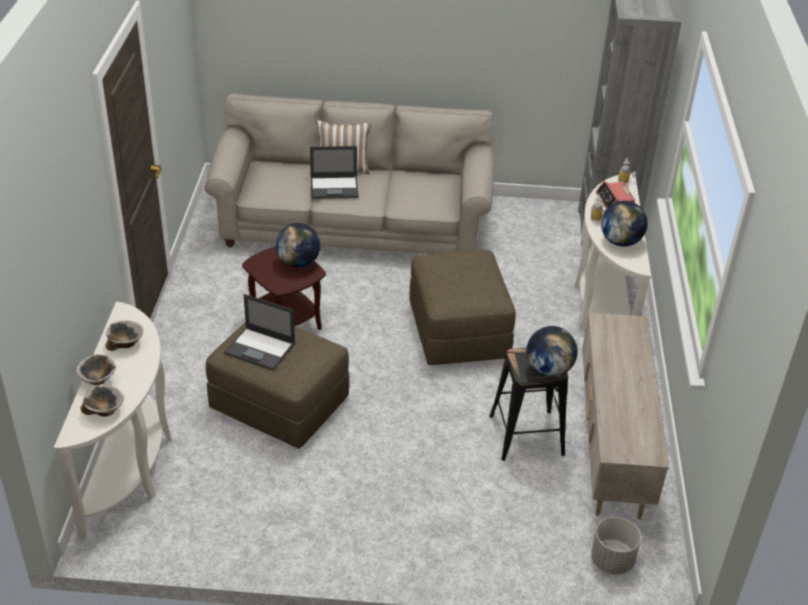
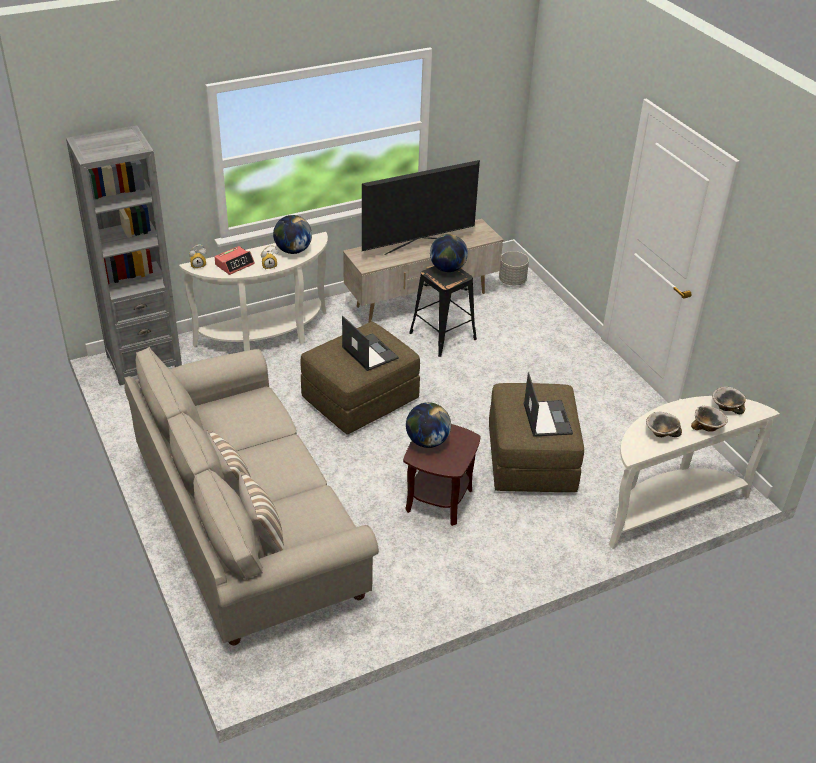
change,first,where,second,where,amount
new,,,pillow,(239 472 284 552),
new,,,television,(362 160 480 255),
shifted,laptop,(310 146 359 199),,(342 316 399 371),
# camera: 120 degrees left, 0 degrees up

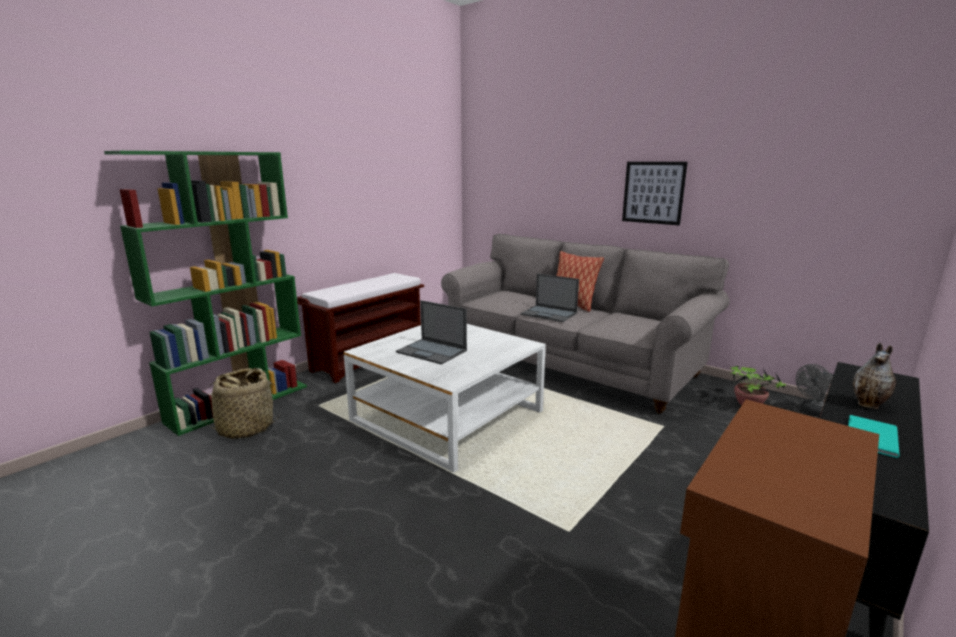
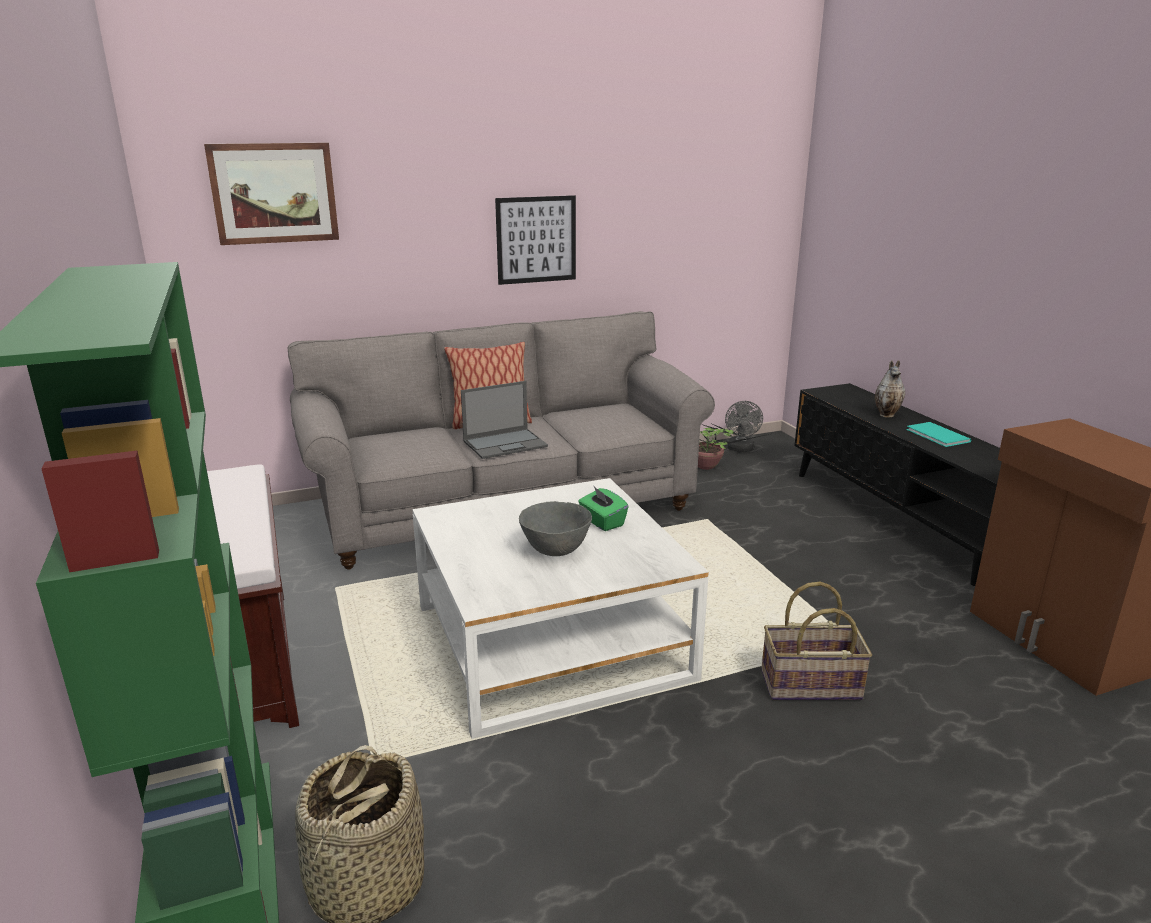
change,first,where,second,where,amount
new,,,picture,(204 143 339 245),
new,,,green tissue box,(578 487 629 531),
new,,,basket,(761 582 872 700),
swapped,laptop,(396 300 467 365),grey bowl,(519 501 592 556),
# camera: 60 degrees left, 5 degrees up

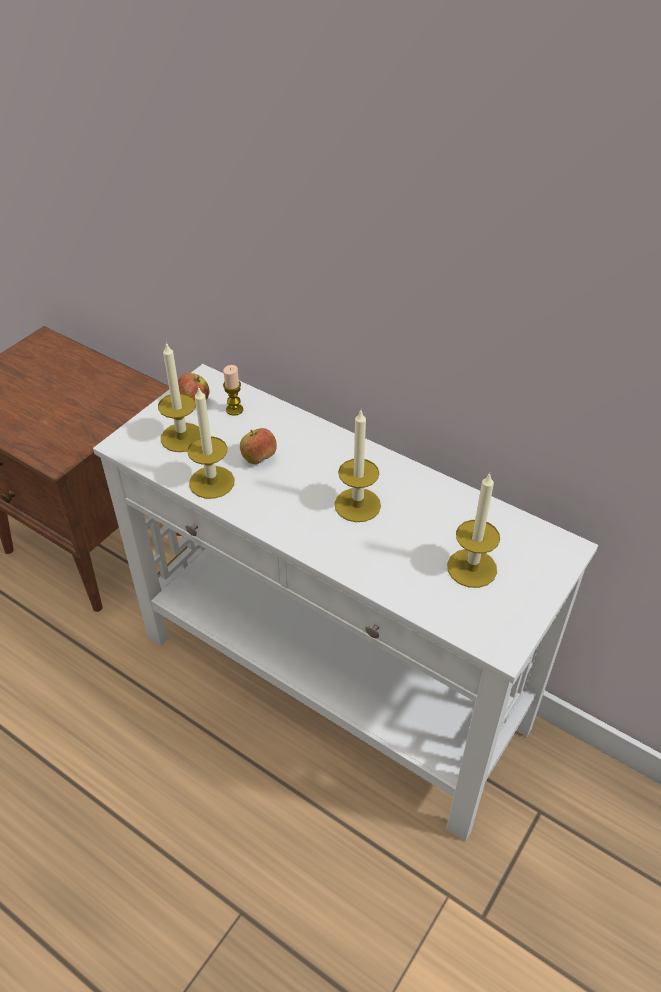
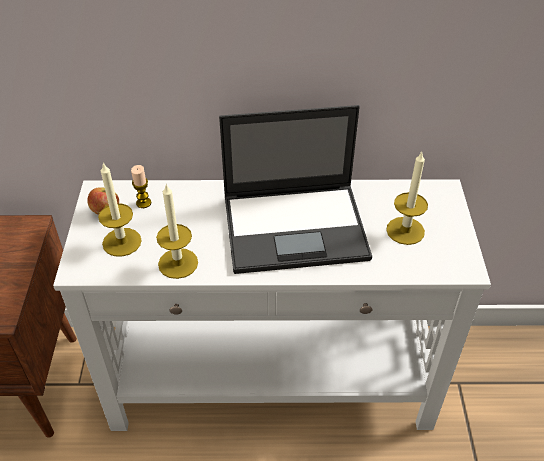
change,first,where,second,where,amount
gone,apple,(240 428 277 464),,,
swapped,candle,(334 410 381 522),laptop,(219 105 372 274),
# camera: 35 degrees left, 0 degrees up

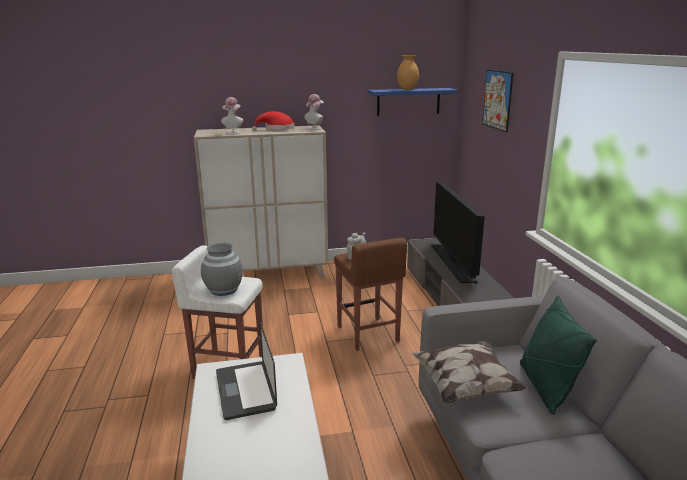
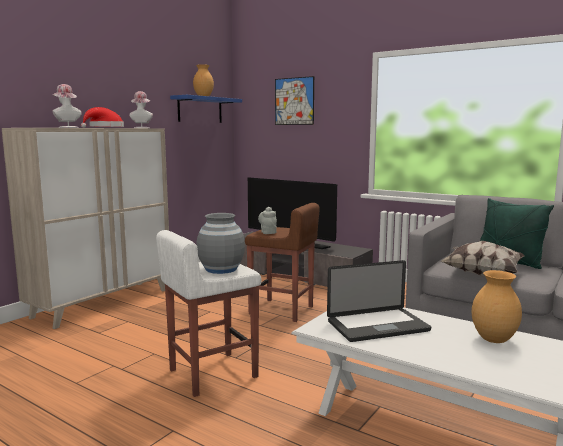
change,first,where,second,where,amount
new,,,brown vase,(472 270 522 343),
rotated,laptop,(216 321 277 420),,(327 260 431 342),45 degrees counterclockwise
# camera: 45 degrees left, 10 degrees down

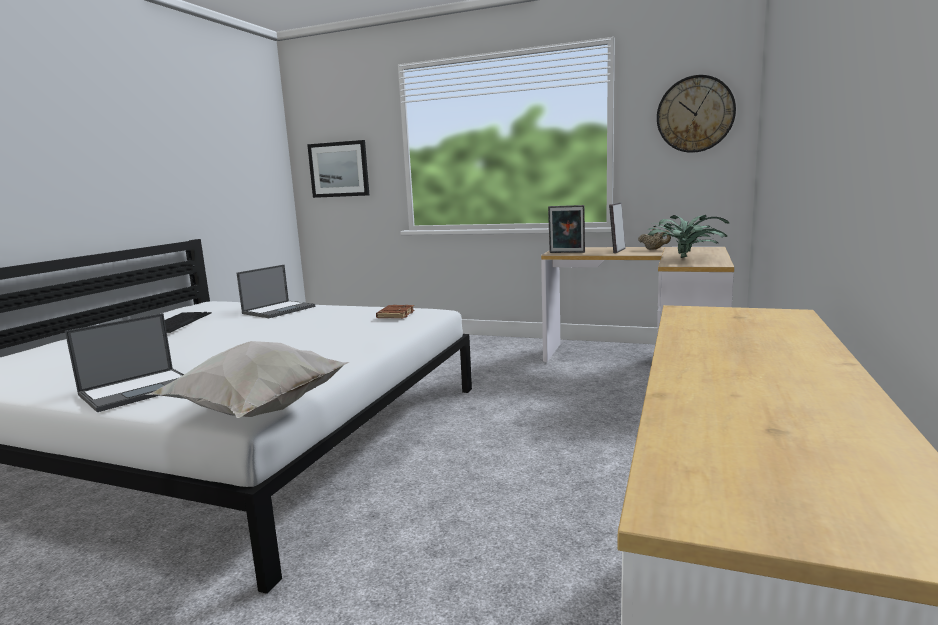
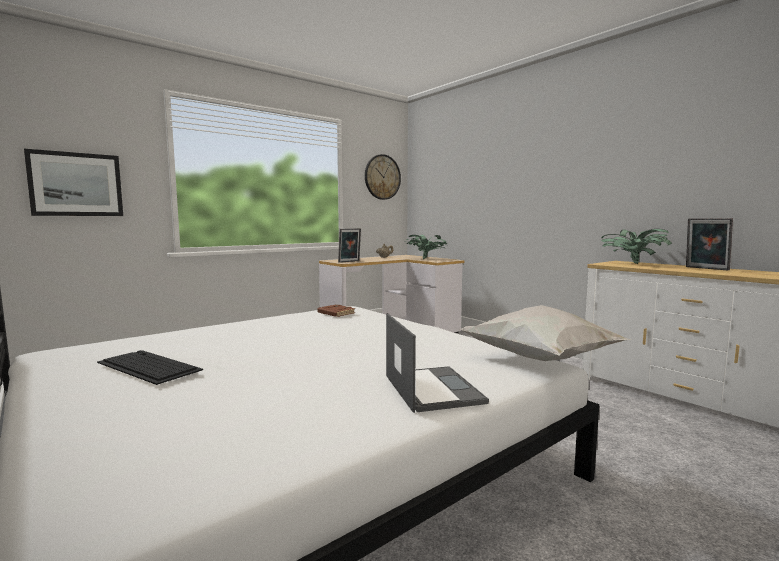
change,first,where,second,where,amount
gone,laptop,(237 265 315 318),,,
new,,,potted plant,(601 229 672 264),
shifted,picture frame,(609 202 625 253),,(686 218 733 270),
# camera: 60 degrees left, 5 degrees down

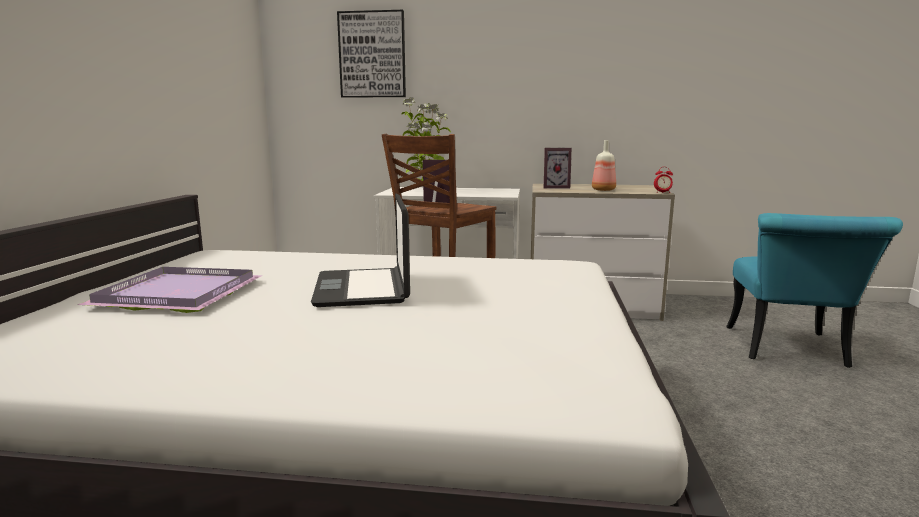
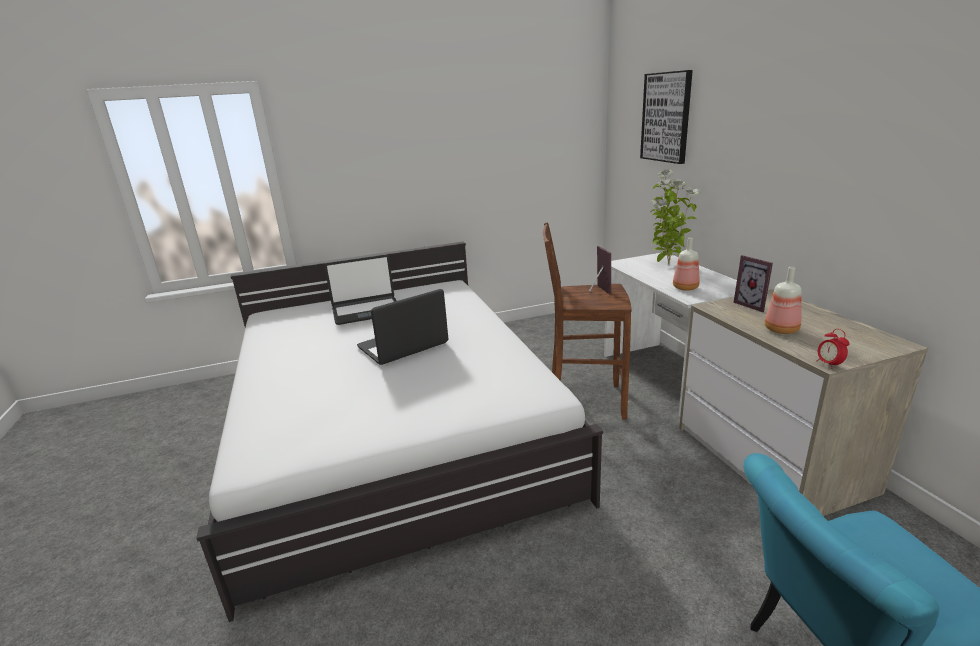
change,first,where,second,where,amount
new,,,bottle,(673 238 700 291),
swapped,purple tray,(78 267 262 313),laptop,(324 255 396 325),
# camera: 65 degrees right, 10 degrees up

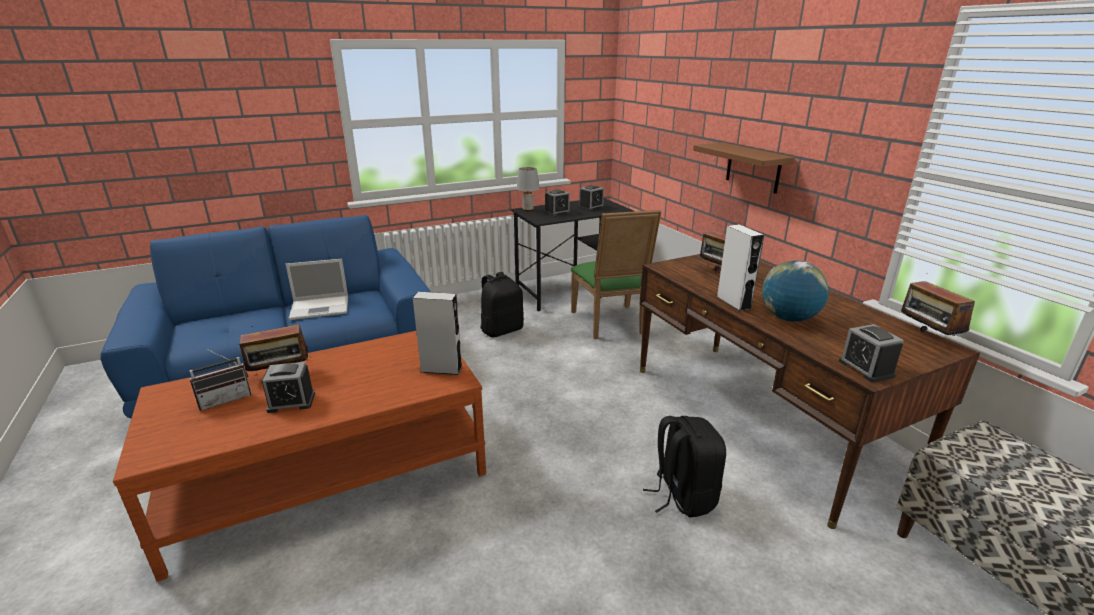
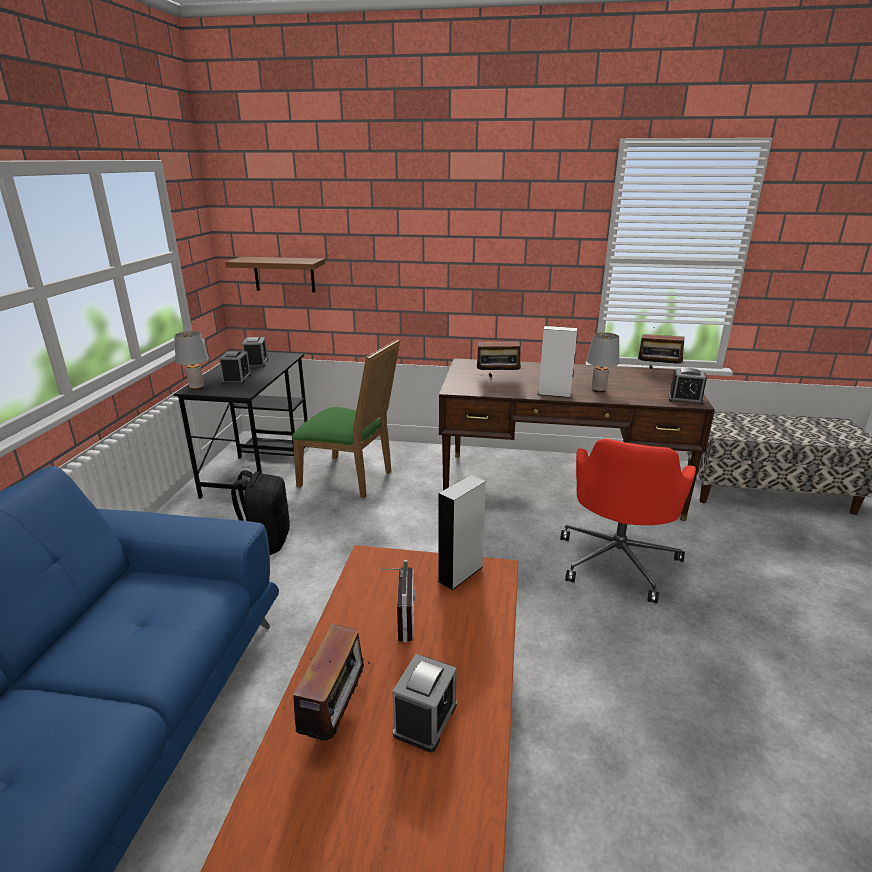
change,first,where,second,where,amount
gone,laptop,(286 259 348 320),,,
shifted,radio,(189 348 251 411),,(379 560 415 642),
shifted,brown shelf,(693 142 795 194),,(225 257 325 292),
swapped,black backpack,(643 416 726 518),red office chair,(560 439 696 604),
swapped,globe,(762 260 829 322),grey table lamp,(587 332 619 392),
# camera: 55 degrees left, 0 degrees up

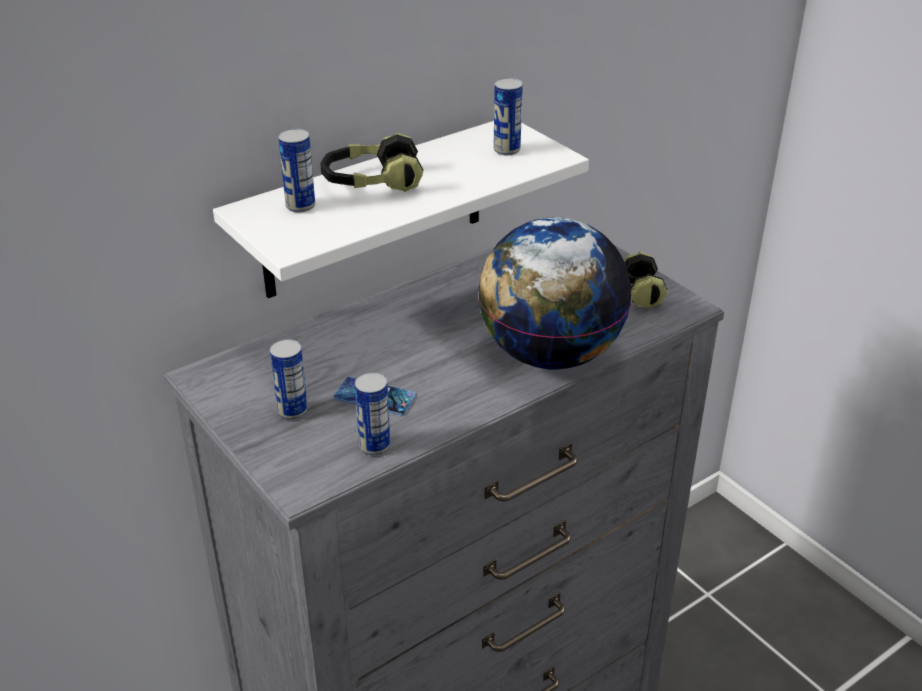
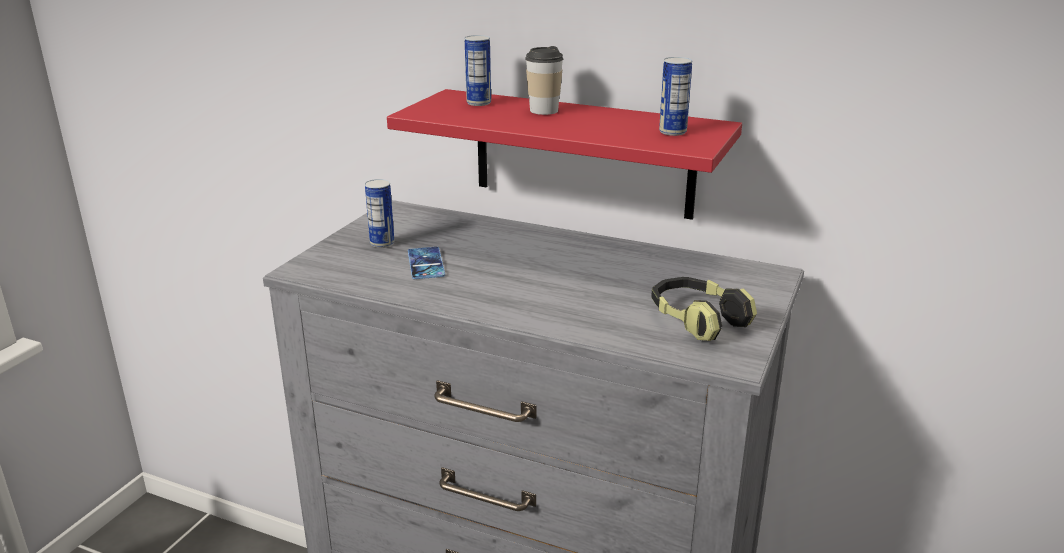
change,first,where,second,where,amount
gone,can,(355 372 390 456),,,
gone,globe,(478 217 632 370),,,
swapped,headphones,(321 133 423 192),cup,(525 46 563 115),
repainted,white shelf,(213 121 589 298),red shelf,(387 89 742 220),
# camera: 60 degrees right, 10 degrees down

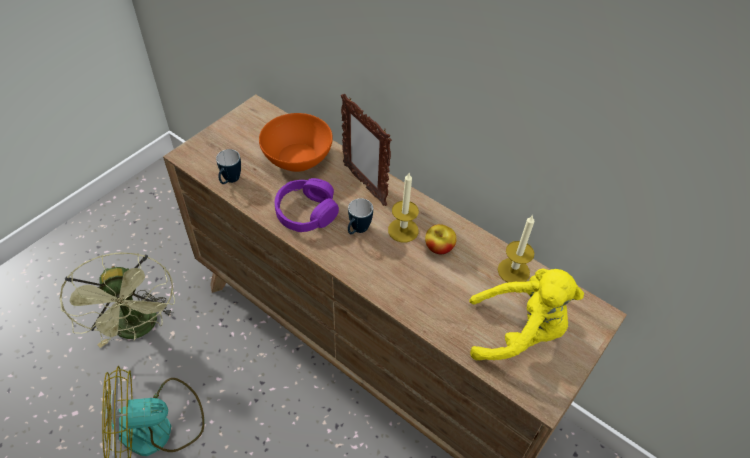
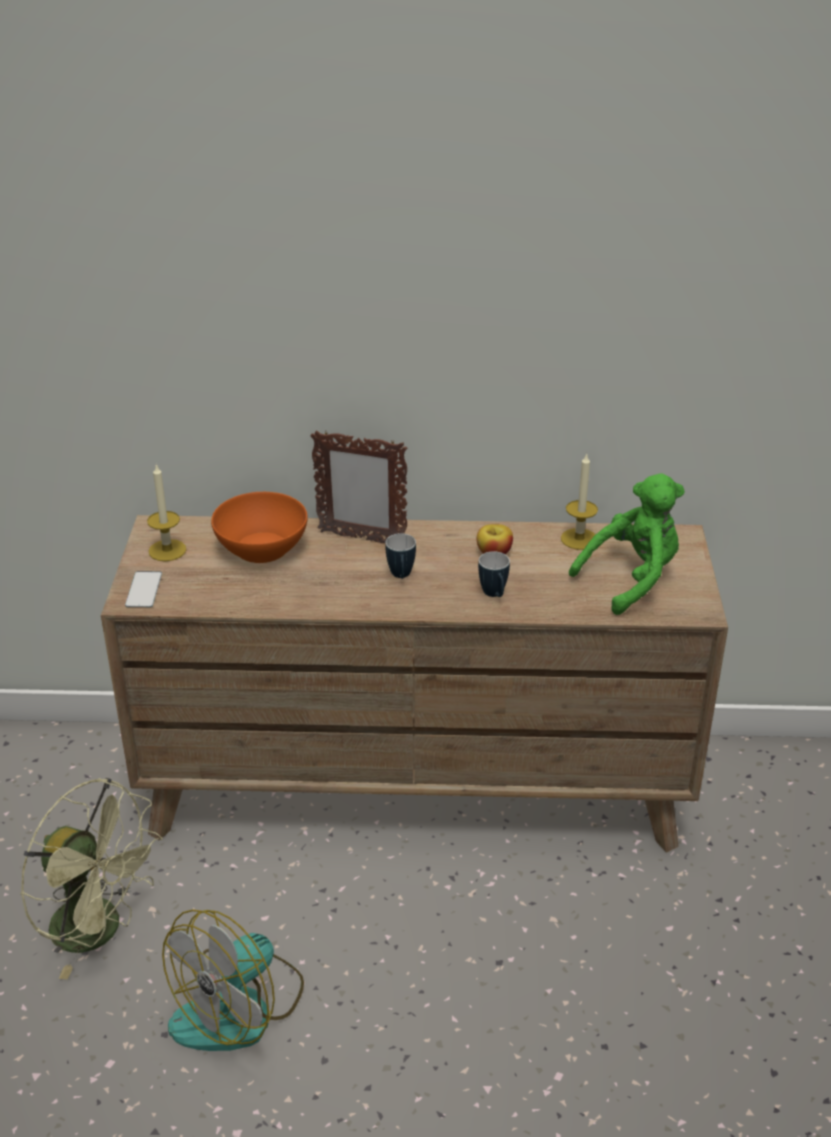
change,first,where,second,where,amount
gone,purple headphones,(275 178 339 232),,,
new,,,phone,(125 571 162 607),
shifted,mug,(216 149 241 184),,(478 551 510 597),
shifted,candle,(388 173 419 243),,(147 464 186 561),
repainted,yellow plush toy,(469 268 584 360),green plush toy,(569 473 685 615),
# camera: 35 degrees left, 15 degrees down

